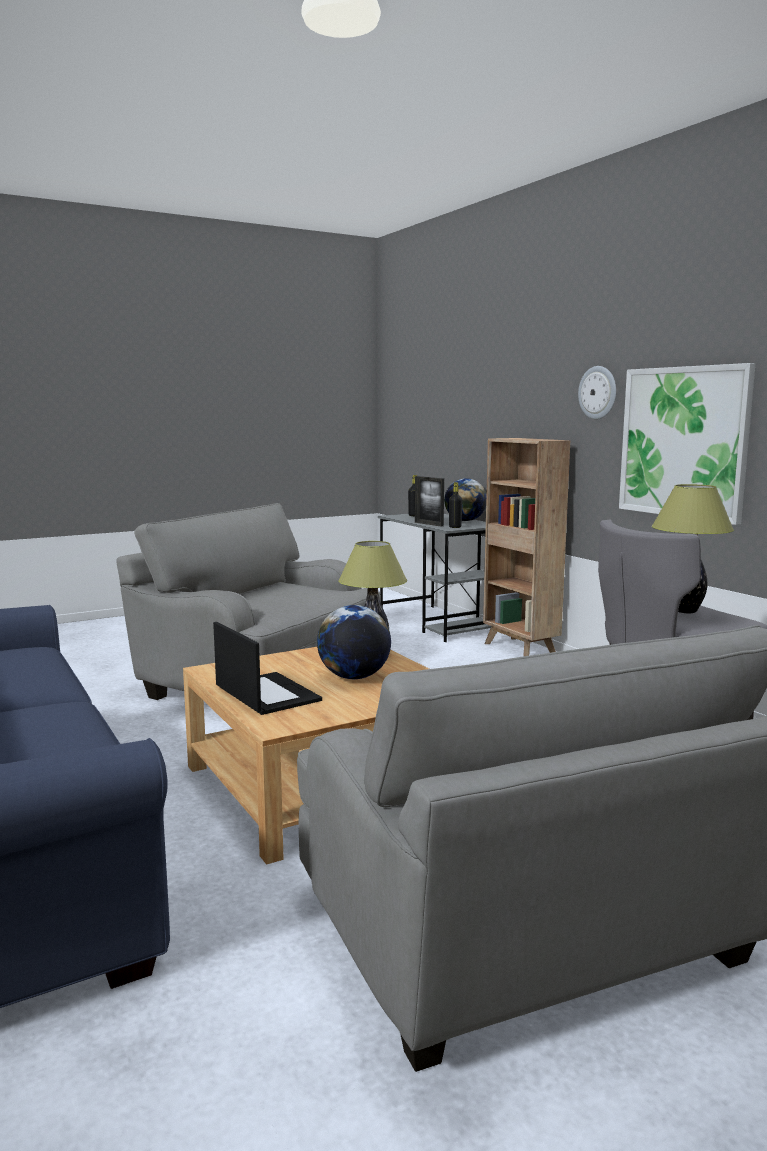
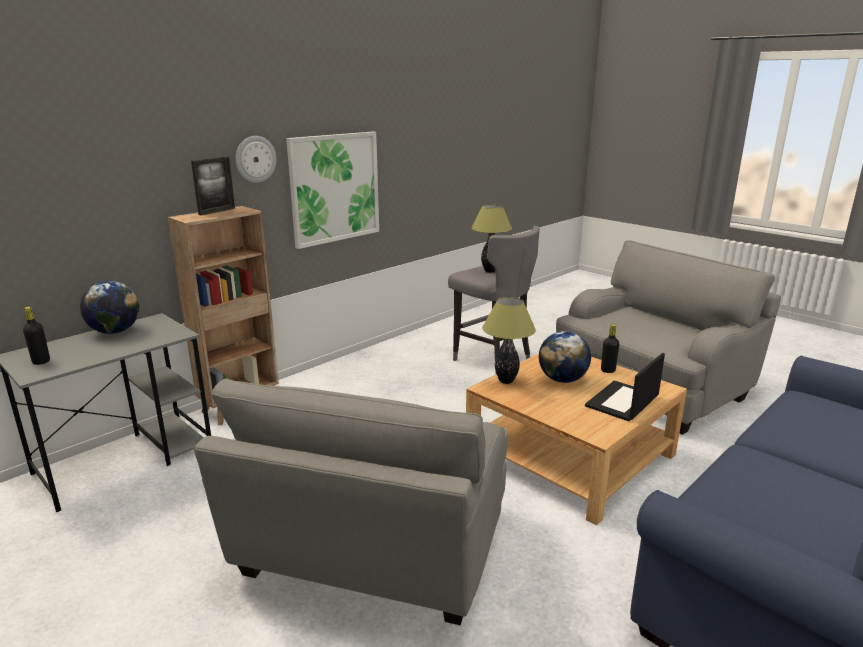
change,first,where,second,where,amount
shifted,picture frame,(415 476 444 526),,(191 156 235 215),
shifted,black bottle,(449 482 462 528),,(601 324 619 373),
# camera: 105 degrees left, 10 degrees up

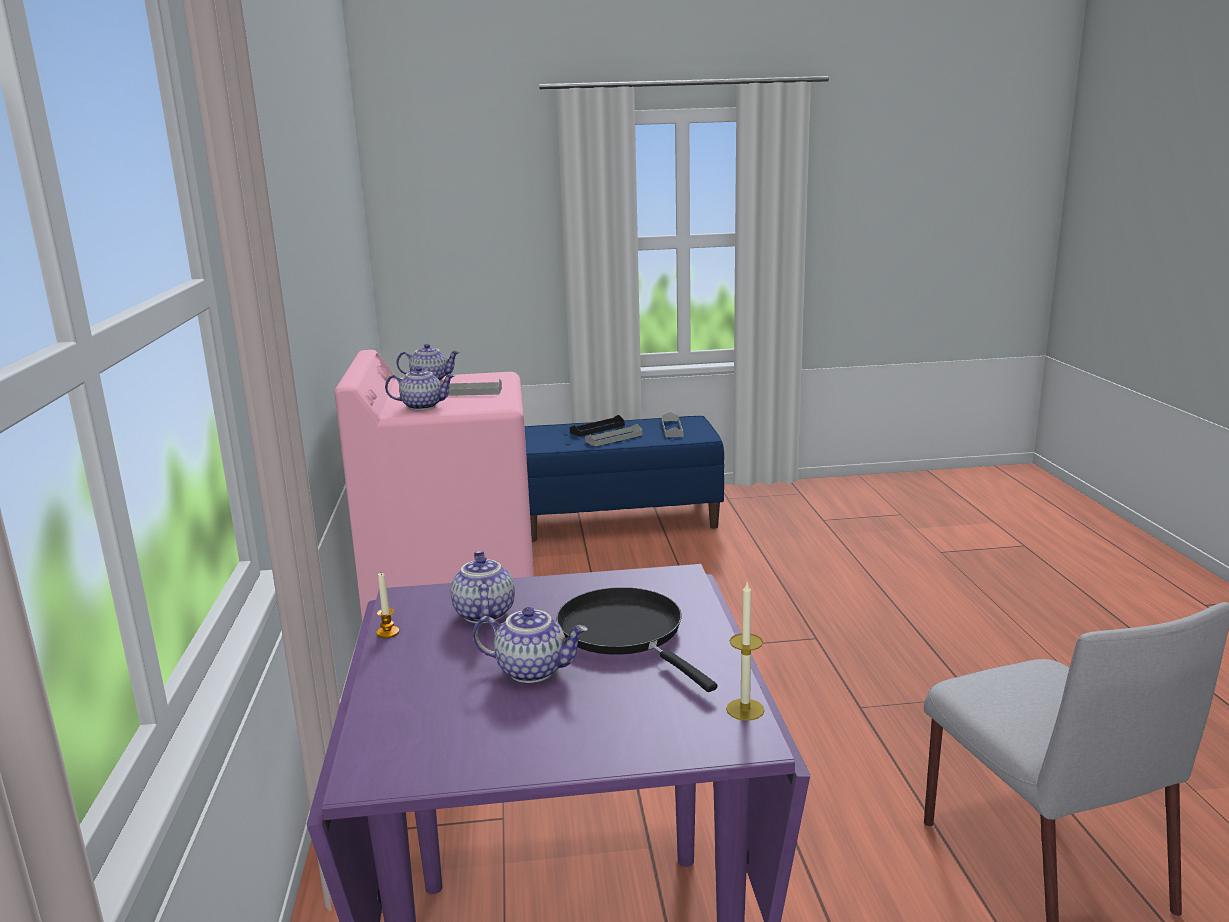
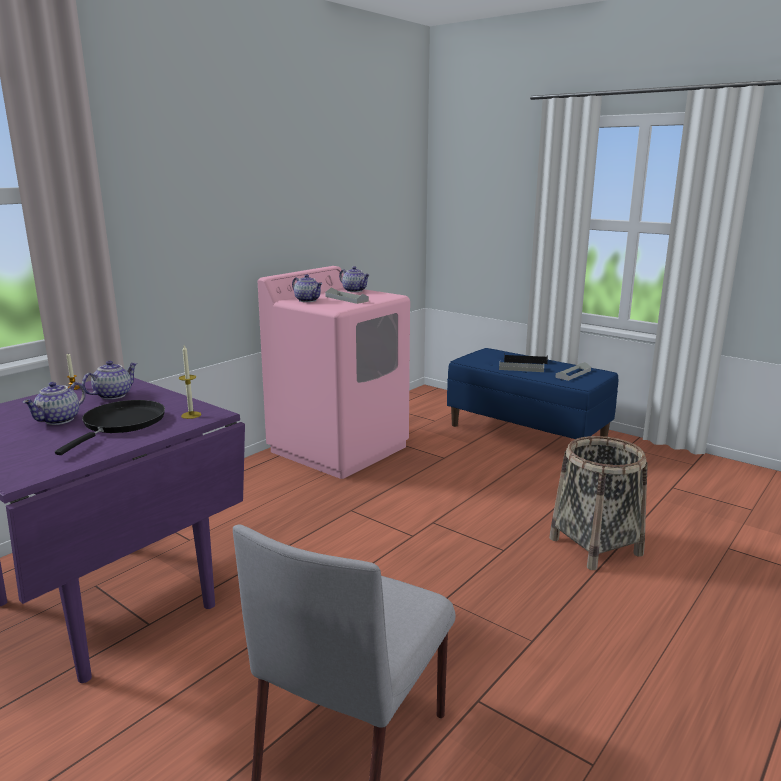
change,first,where,second,where,amount
new,,,basket,(549 436 648 570),
shifted,candle,(726 583 764 721),,(179 345 201 419),
rotated,teapot,(473 607 588 683),,(22 382 86 425),60 degrees clockwise
# camera: 45 degrees right, 0 degrees up

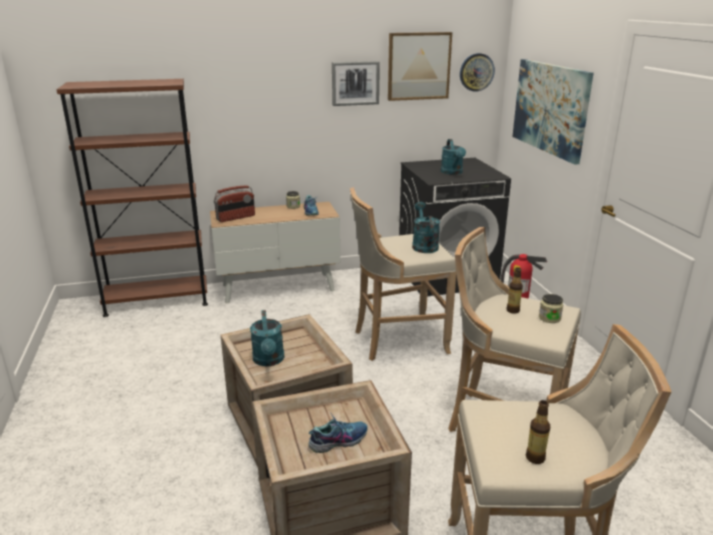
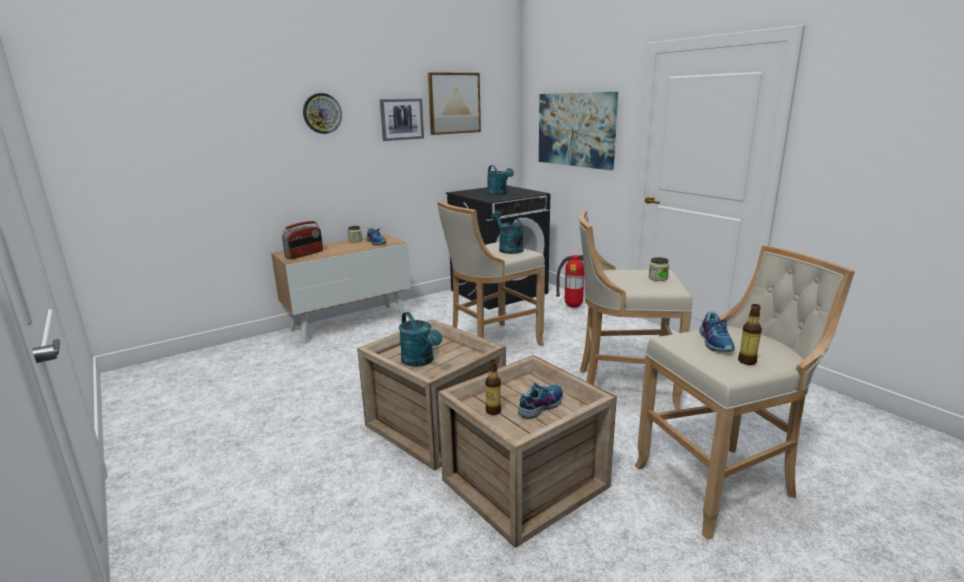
change,first,where,second,where,amount
gone,brown bookcase,(56 79 208 317),,,
new,,,shoe,(700 311 735 352),
shifted,wall clock,(460 53 495 92),,(303 93 342 134),
shifted,bottle,(507 267 523 314),,(485 360 501 415),
# camera: 20 degrees left, 5 degrees down

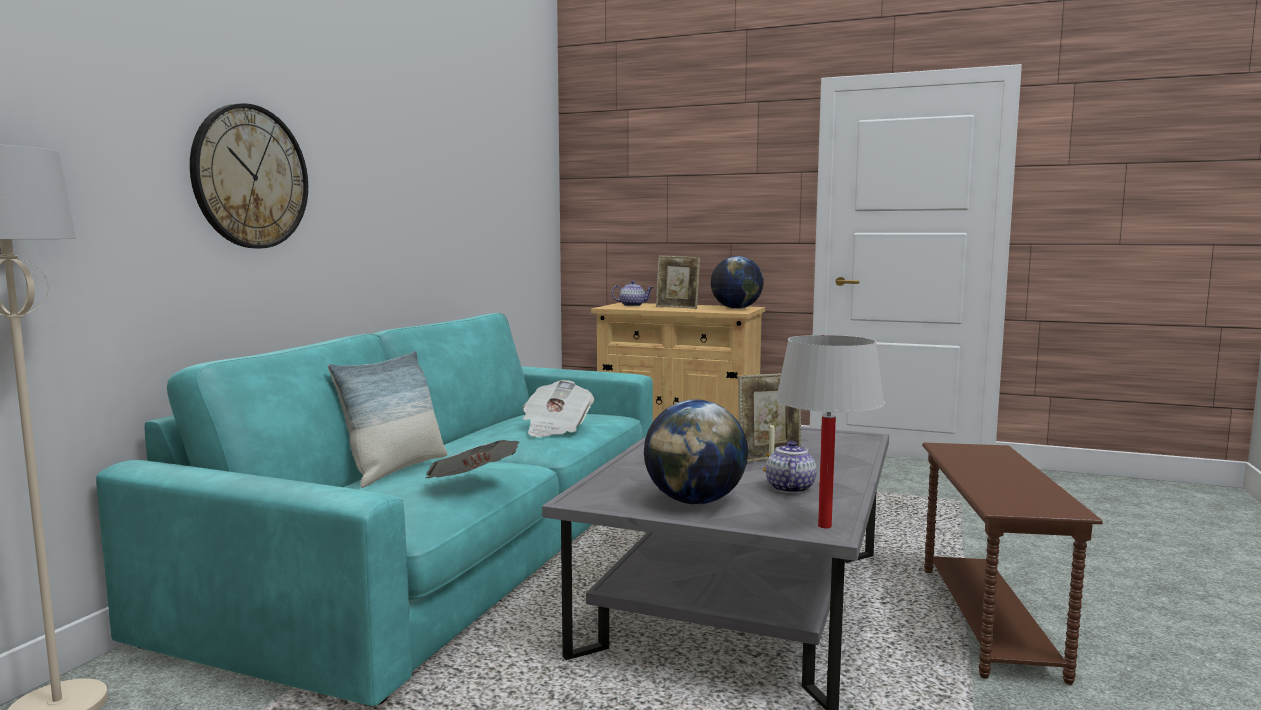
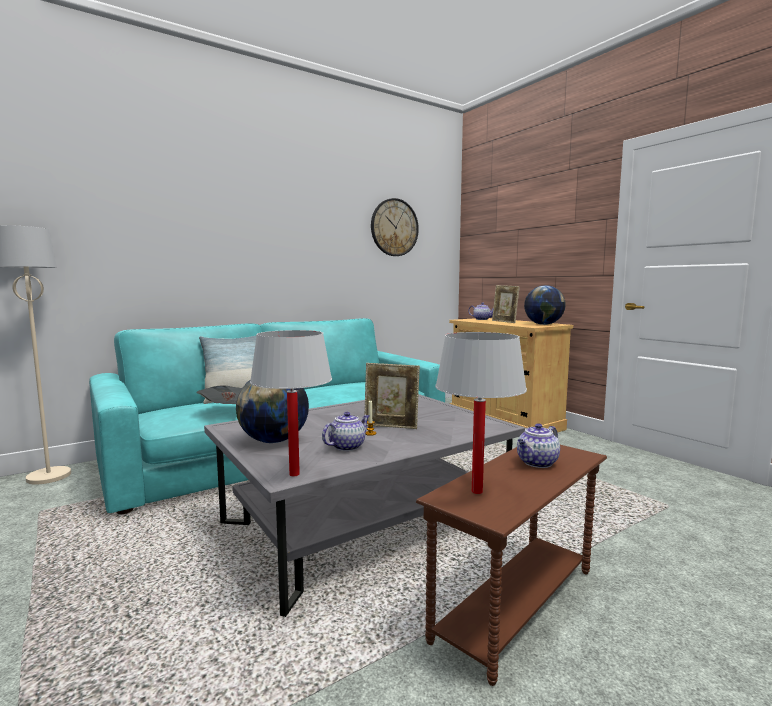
change,first,where,second,where,amount
gone,newspaper,(523 380 594 437),,,
new,,,white table lamp,(435 332 527 494),
new,,,teapot,(517 423 560 468),
shifted,wall clock,(190 103 308 248),,(371 198 419 256),
# camera: 35 degrees right, 0 degrees up

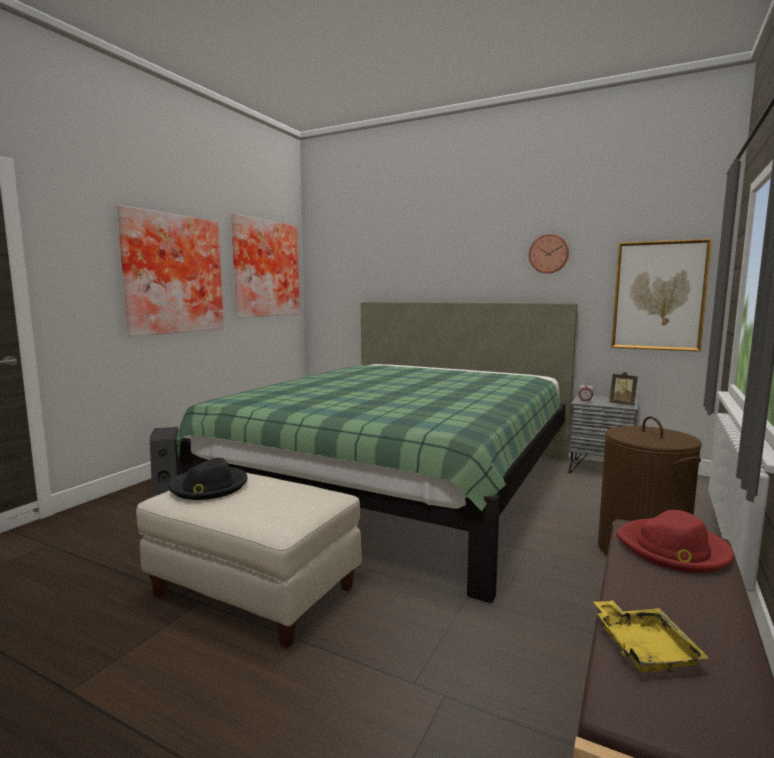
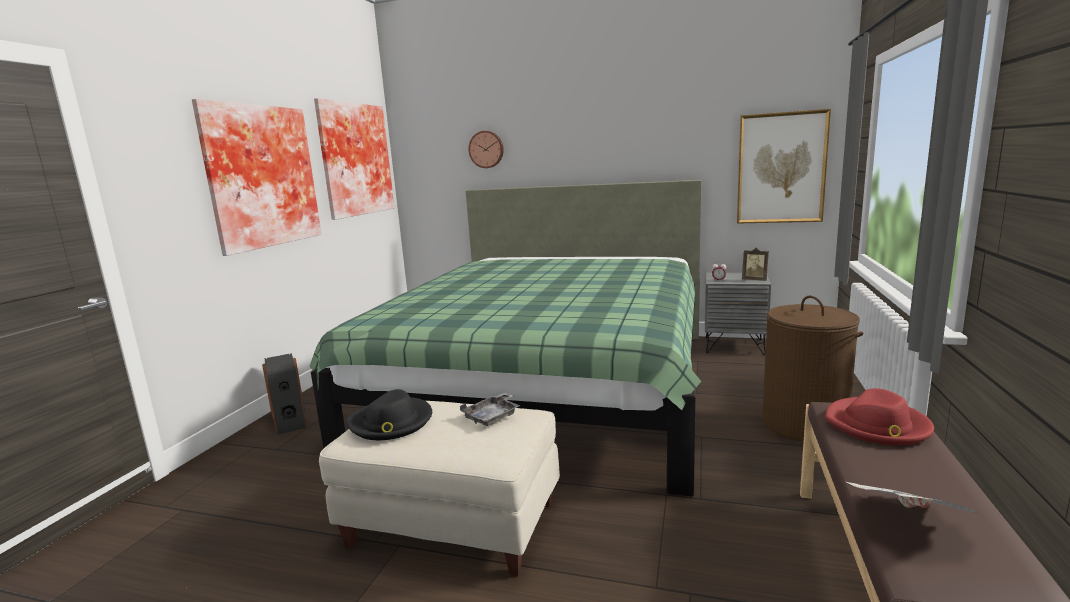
change,first,where,second,where,amount
new,,,grey tray,(460 392 521 426),
shifted,wall clock,(529 234 569 274),,(468 131 504 168),
swapped,yellow tray,(594 600 710 673),newspaper,(846 482 979 514),
# camera: 10 degrees left, 5 degrees up

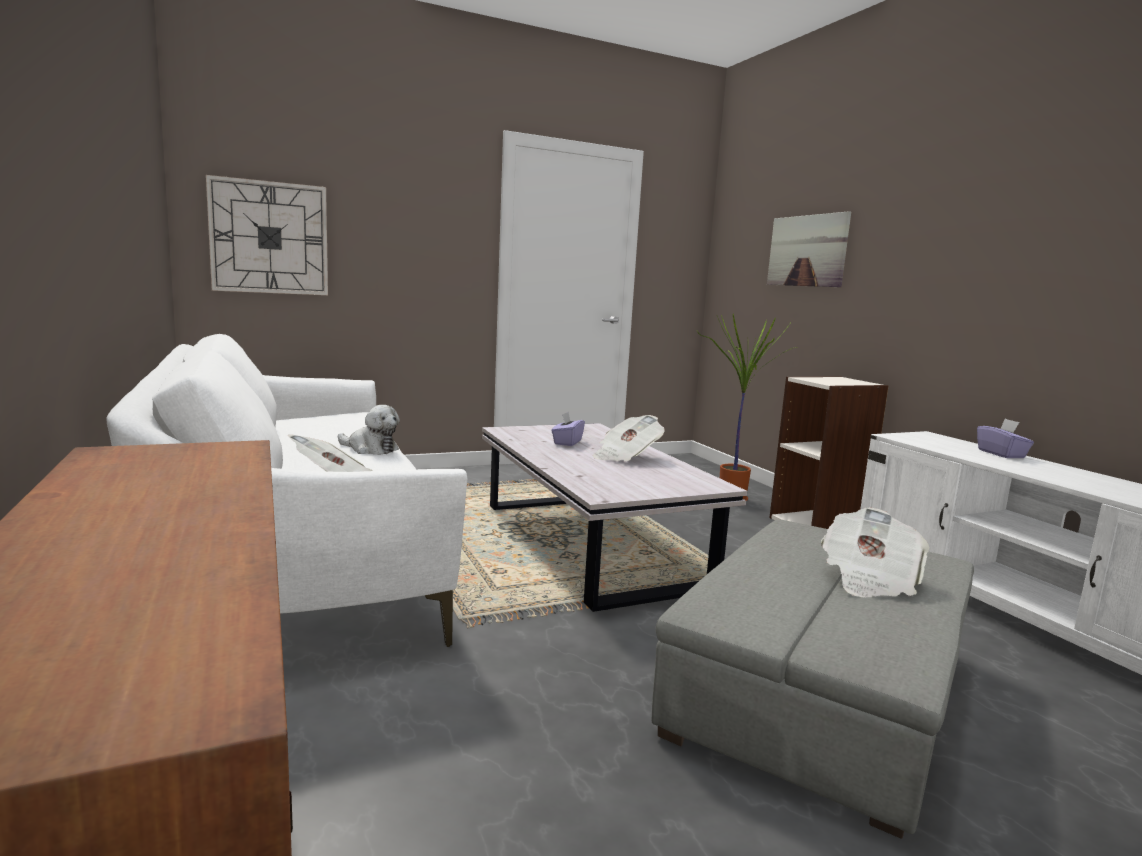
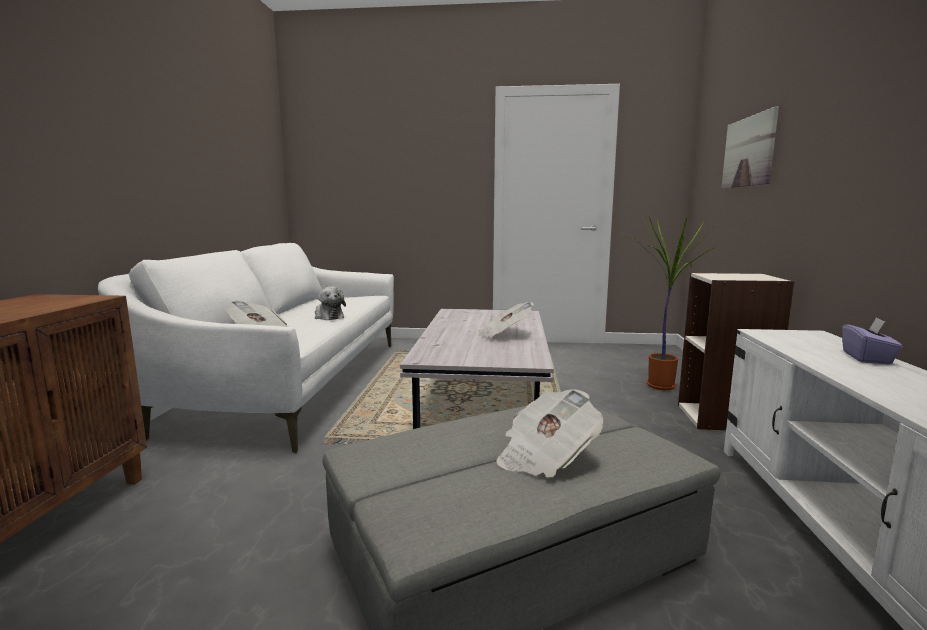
change,first,where,second,where,amount
gone,wall clock,(206 175 328 295),,,
gone,purple tissue box,(551 412 585 446),,,
# camera: 30 degrees right, 0 degrees up

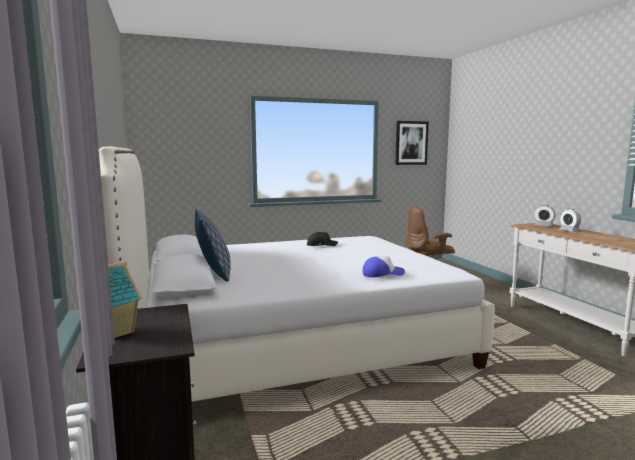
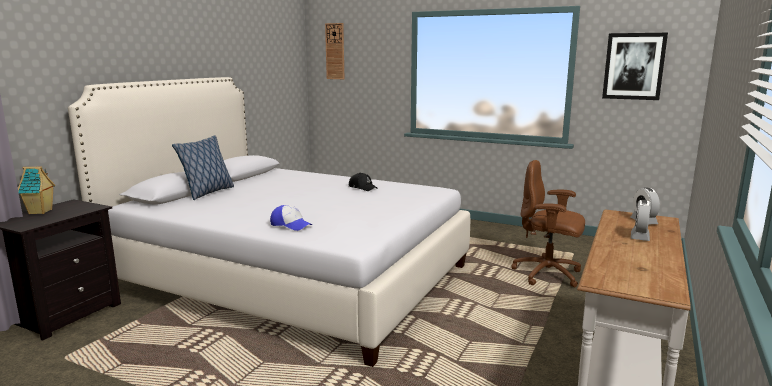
change,first,where,second,where,amount
new,,,wall clock,(325 23 344 79),
# camera: 45 degrees right, 5 degrees up

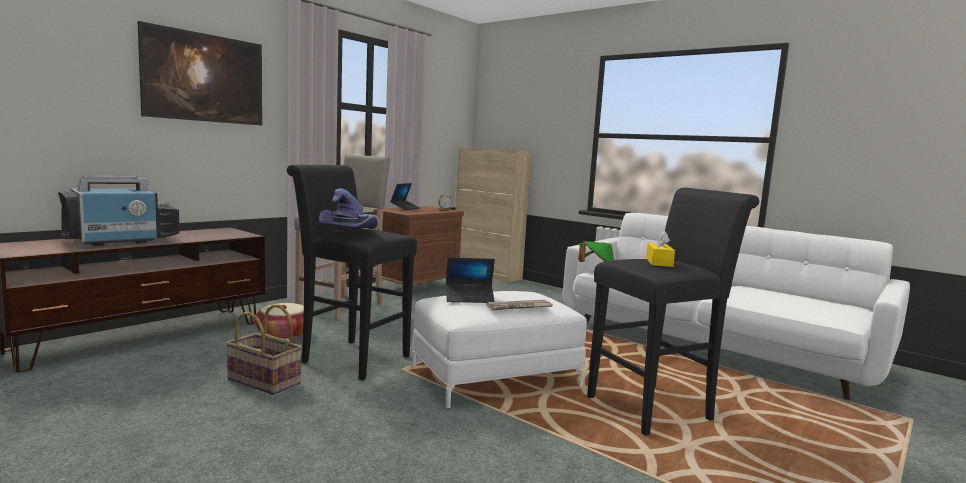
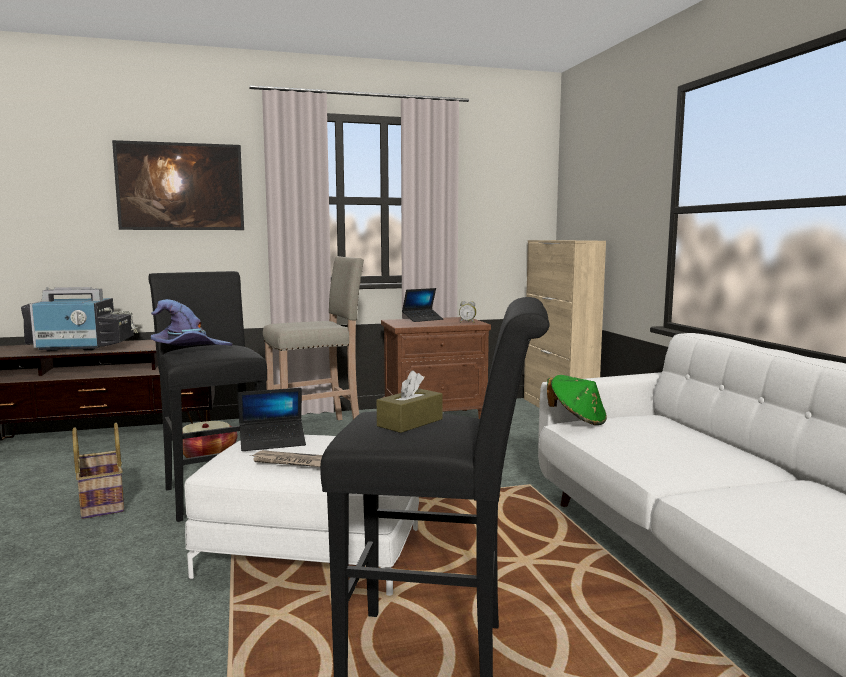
change,first,where,second,where,amount
repainted,yellow tissue box,(646 231 675 267),brown tissue box,(377 371 443 433),
rotated,laptop,(446 257 495 303),,(238 388 306 451),45 degrees counterclockwise
# camera: 35 degrees right, 0 degrees up

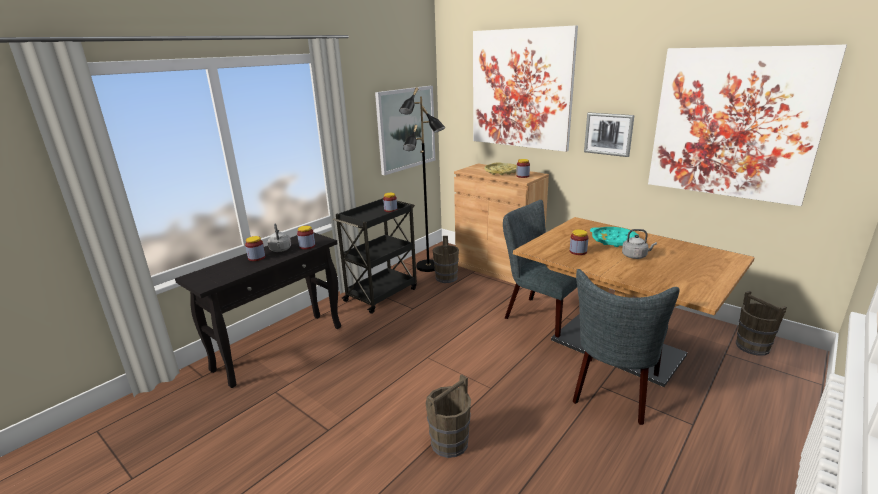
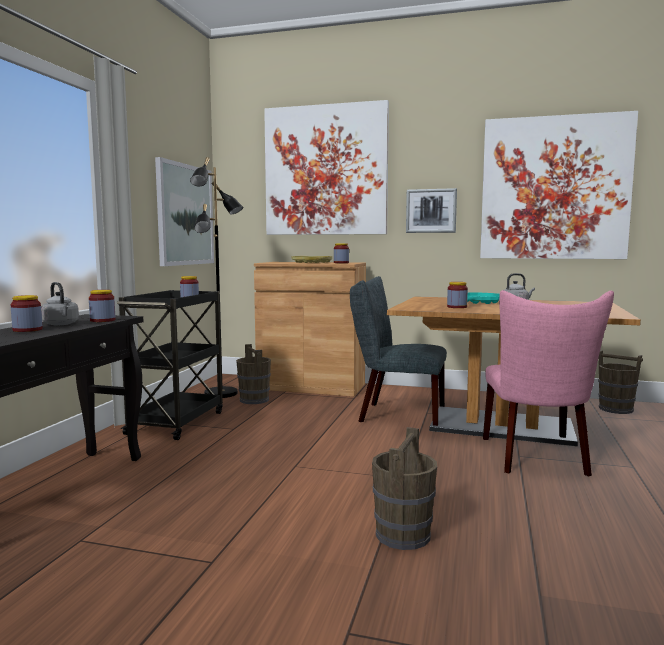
change,first,where,second,where,amount
repainted,grey chair,(573 269 680 425),pink chair,(483 290 614 477),
# camera: 25 degrees left, 15 degrees down

